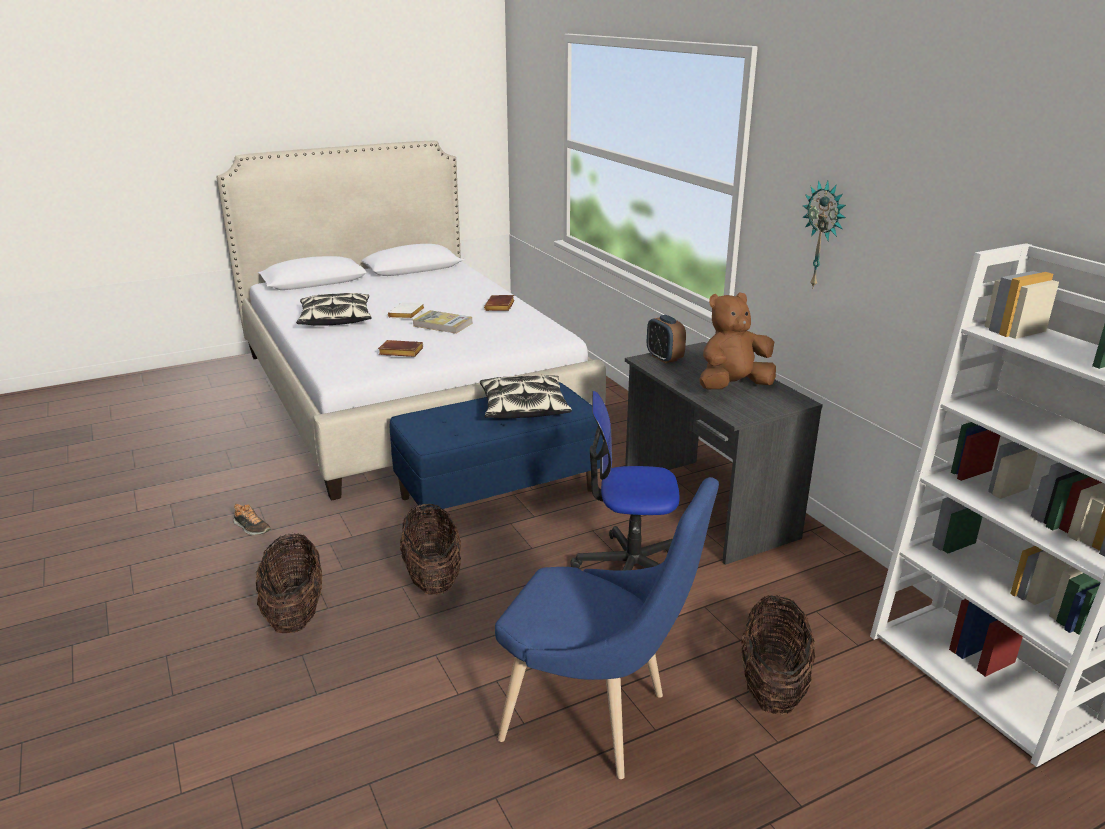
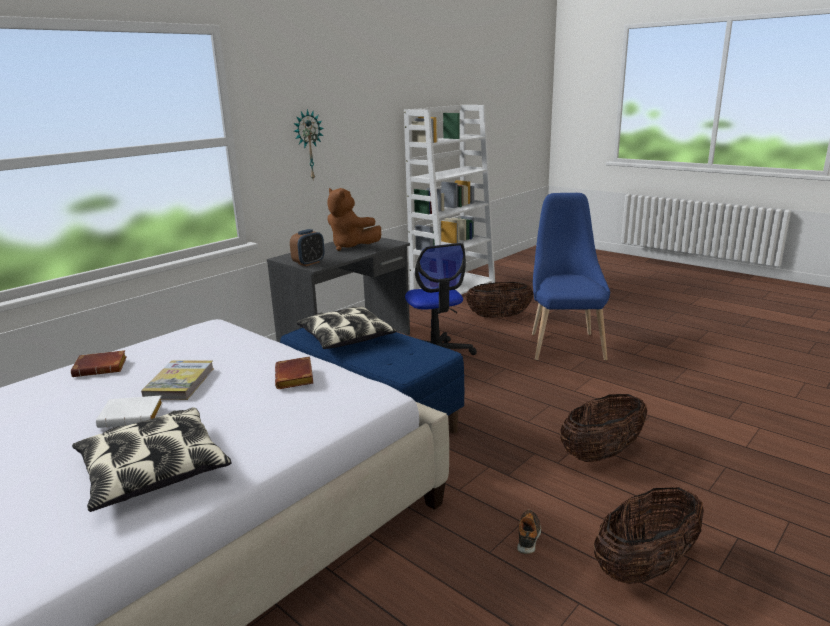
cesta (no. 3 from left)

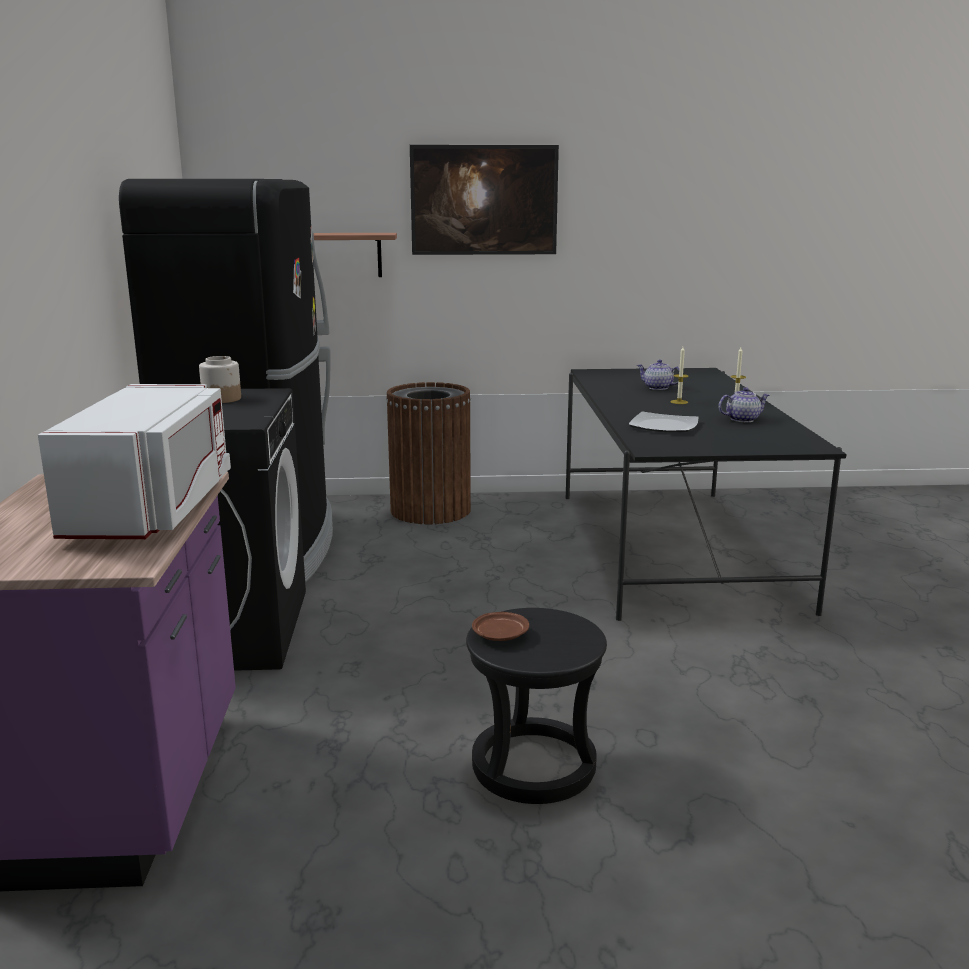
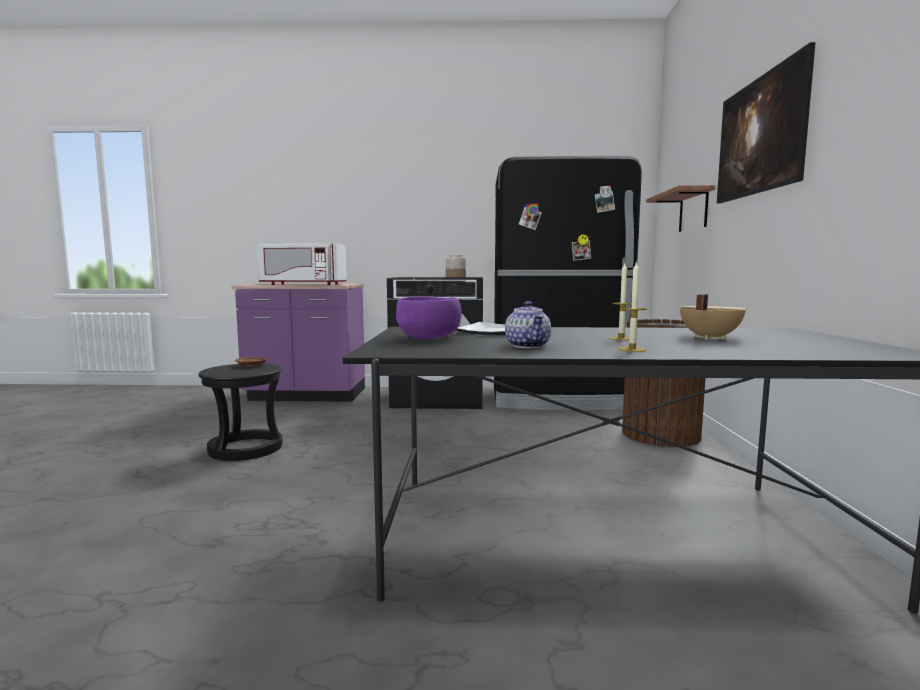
olla [beis]
cuenco [morado]

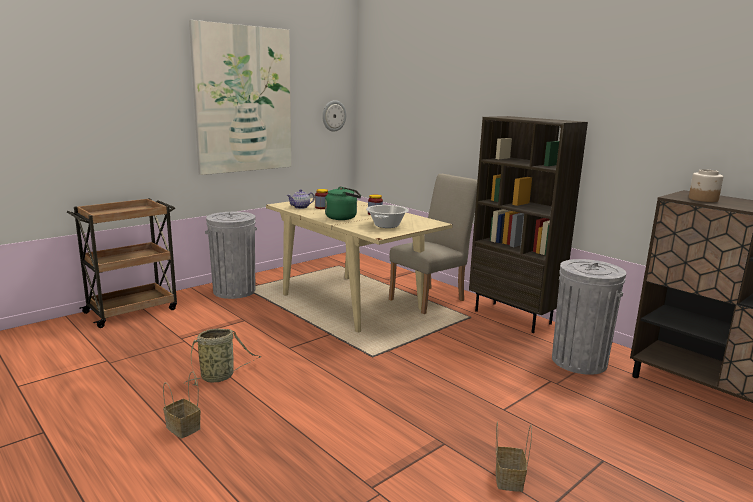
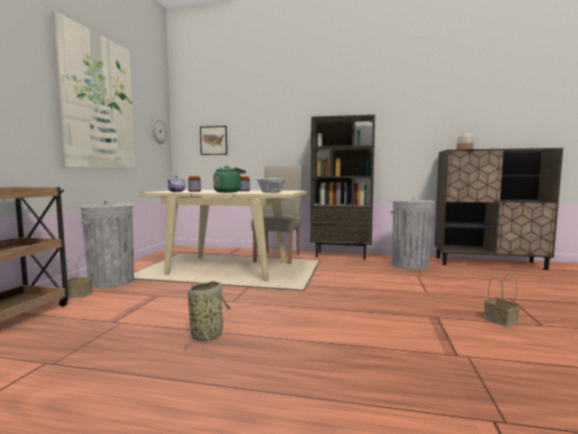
cesta (no. 1 from left)
cuadro (no. 2 from left)

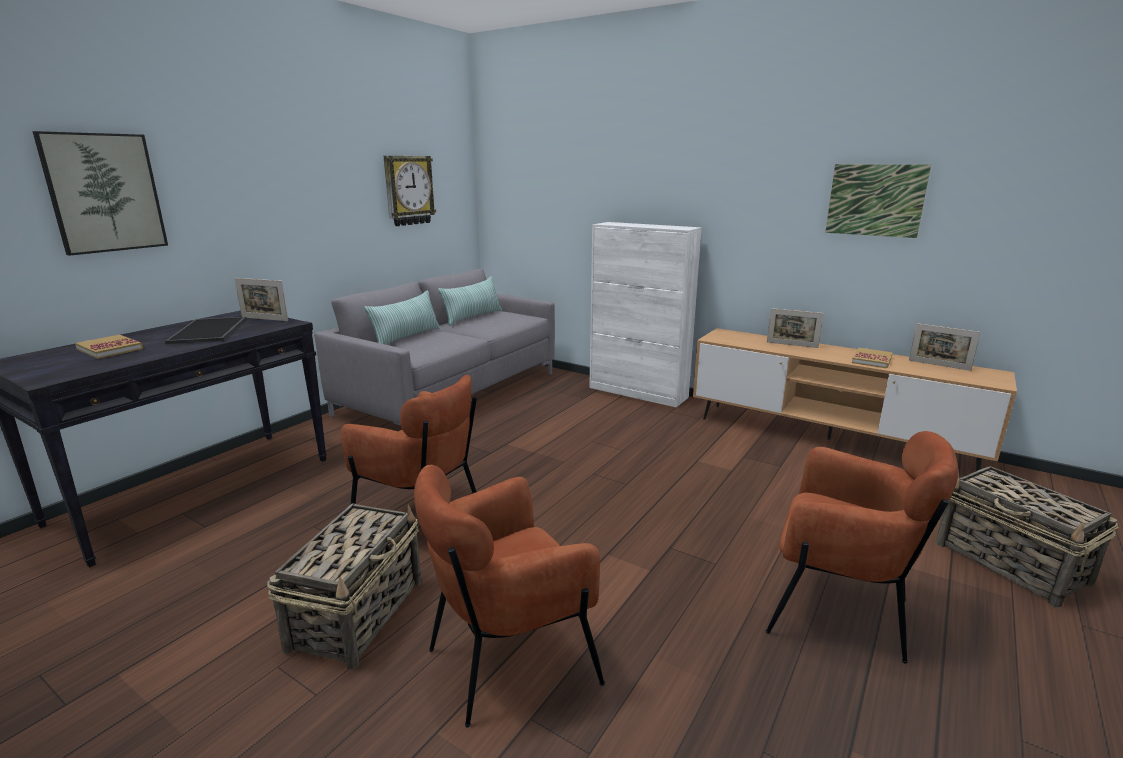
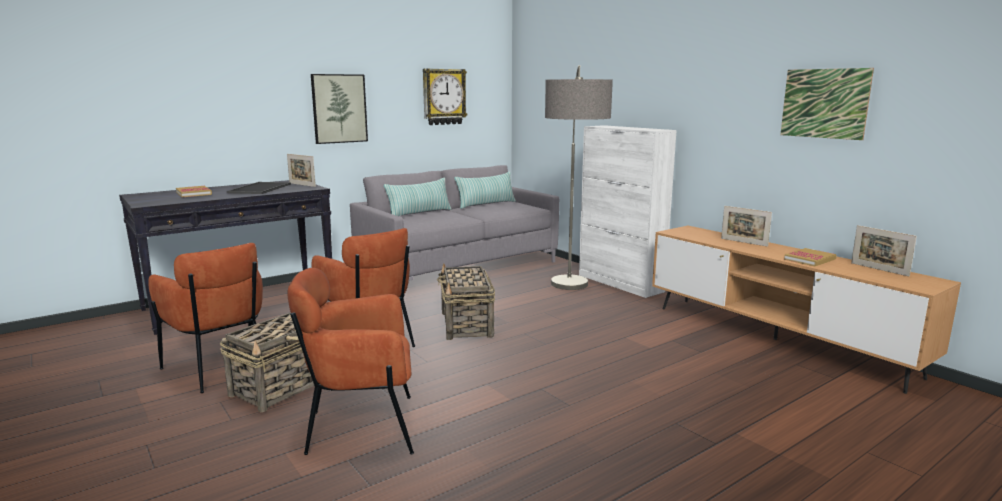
cuadro (no. 1 from left)
sillón [marrón] (no. 1 from left)
cesta (no. 2 from left)
lámpara de pie

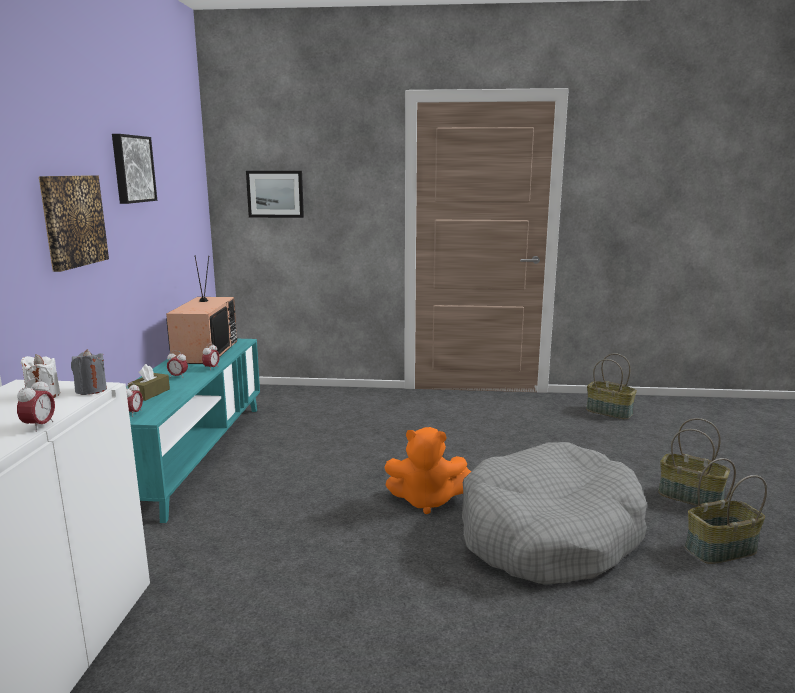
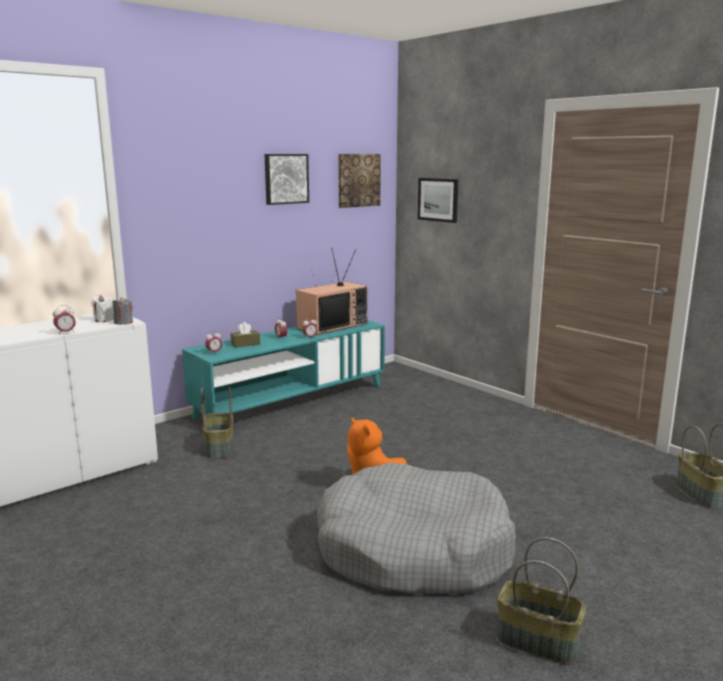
cuadro (no. 2 from left)
cesta (no. 1 from left)

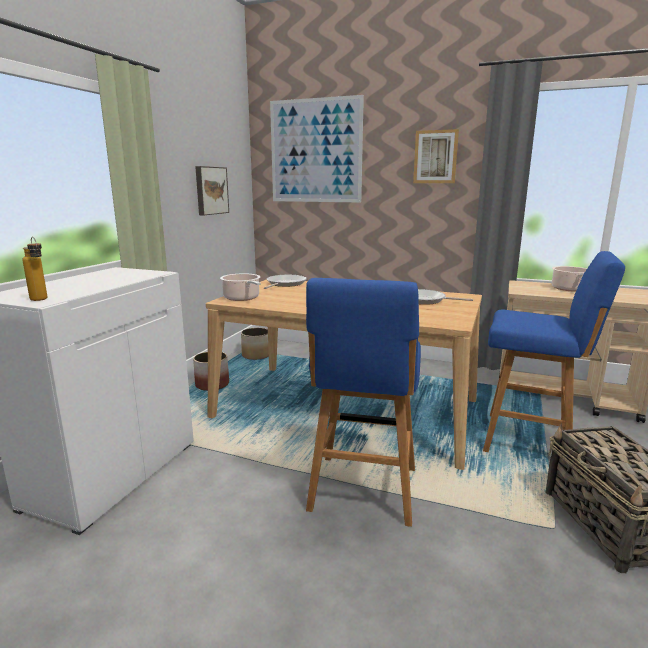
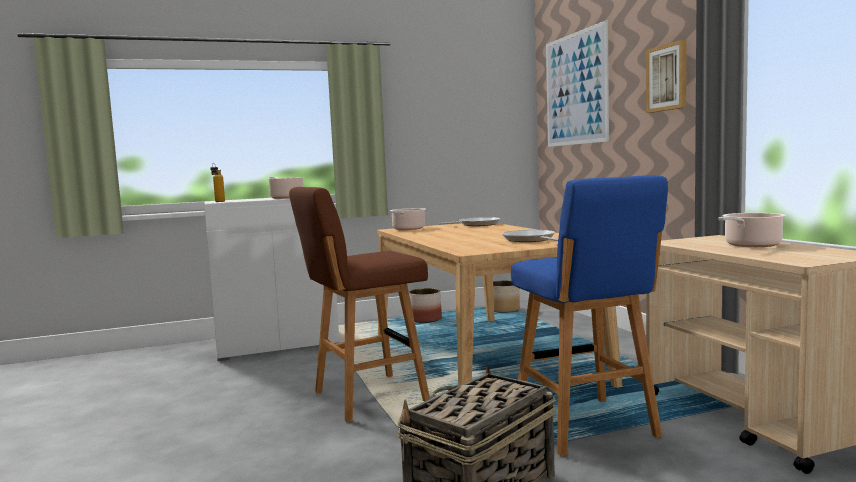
cuadro (no. 1 from left in the first image)
taburete [marrón]
olla (no. 1 from left)

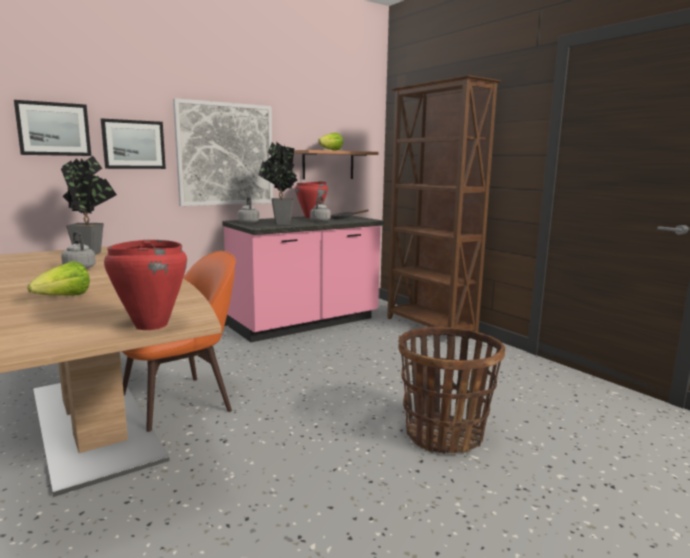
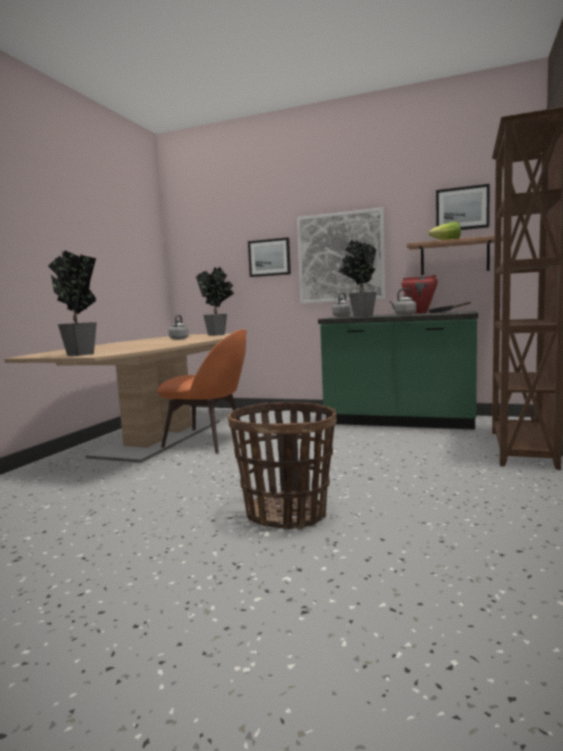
cuadro (no. 3 from left)
mueble bajo de cocina [verde]
planta en maceta (no. 1 from left)
lechuga (no. 1 from left in the first image)

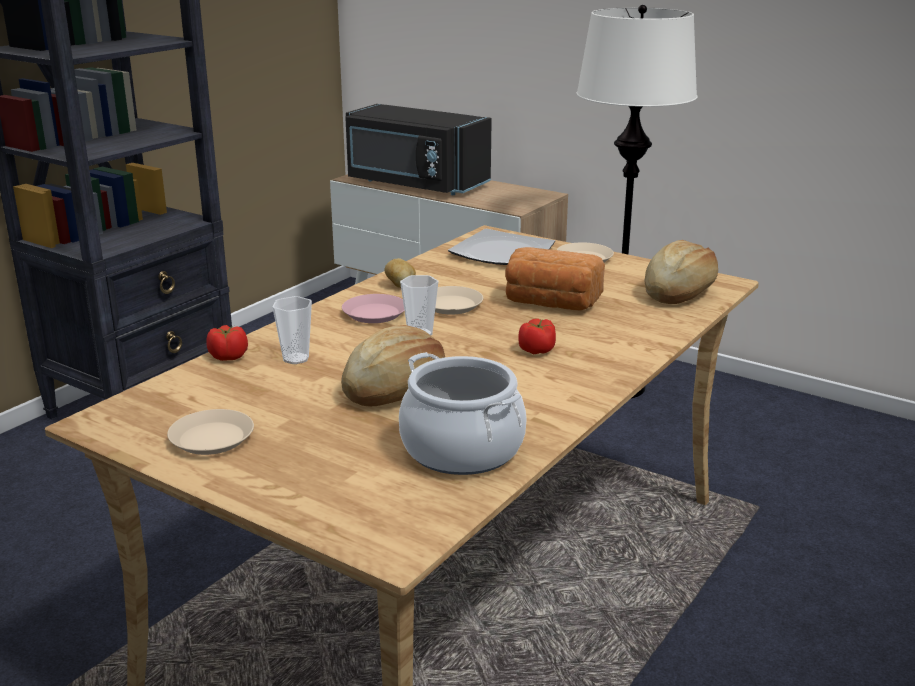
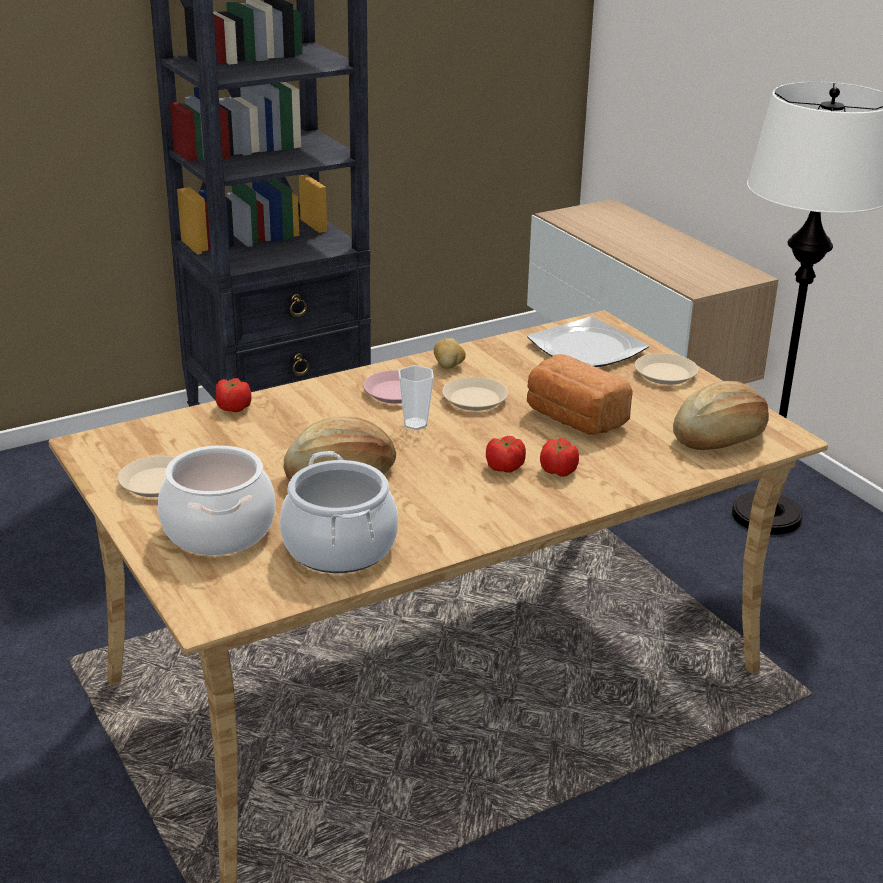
microondas [negro]
taza (no. 1 from left in the first image)
tomate (no. 3 from left)
olla (no. 1 from left)

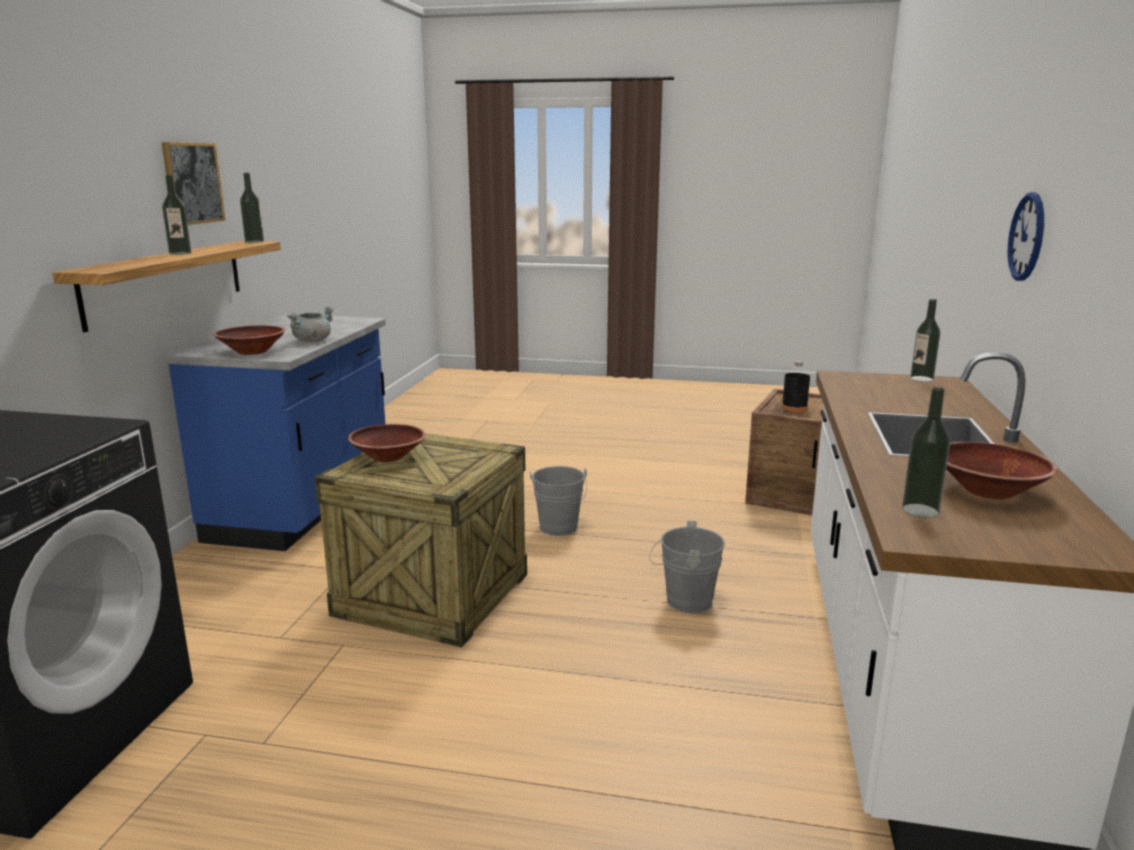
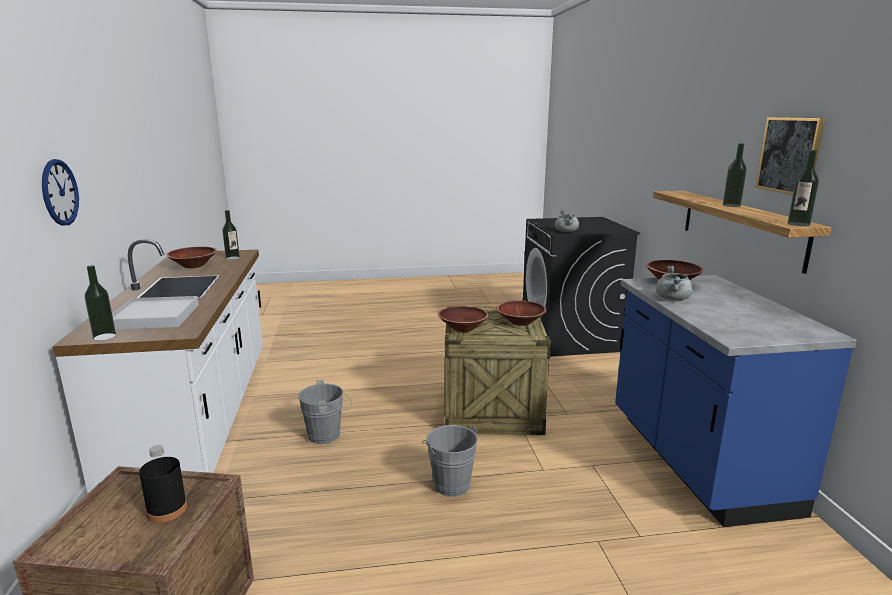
olla [gris] (no. 1 from left)
bandeja [blanco]
cuenco [marrón] (no. 2 from left)

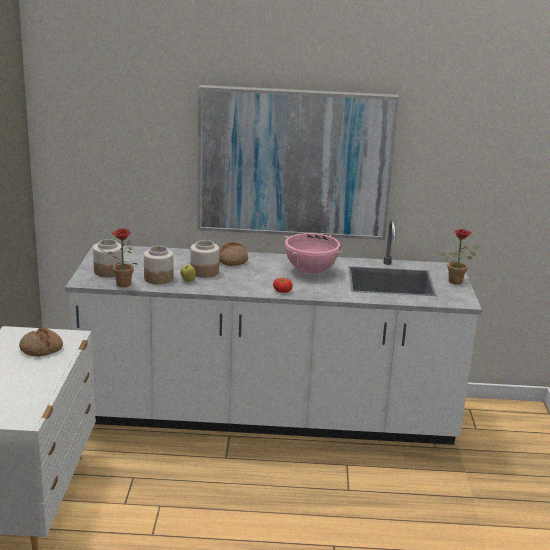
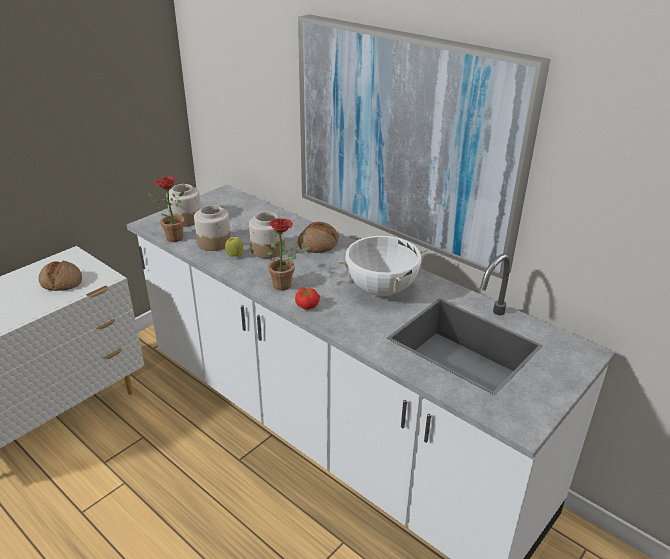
planta en maceta (no. 2 from left)
olla [blanco]

